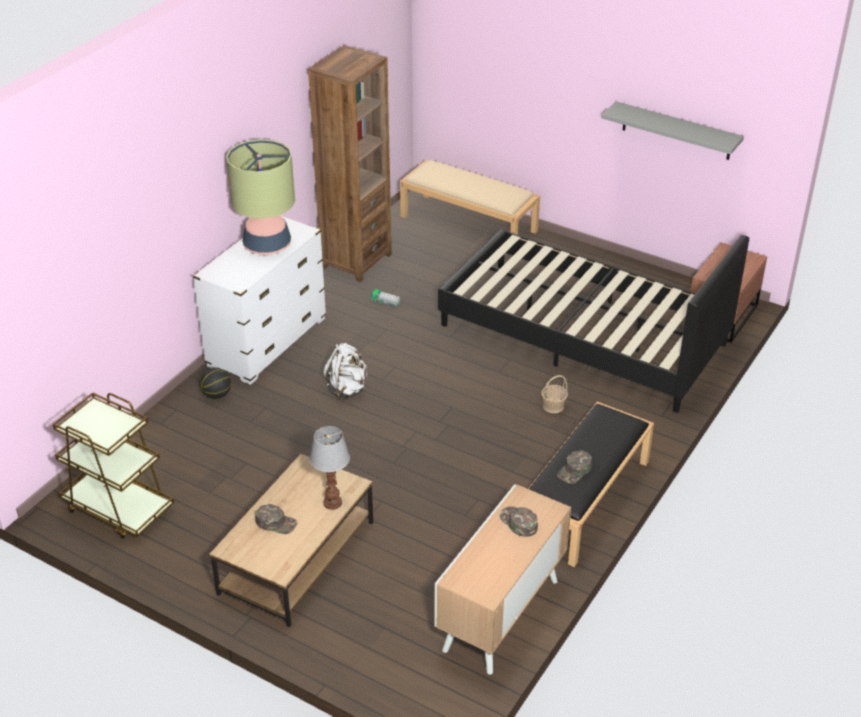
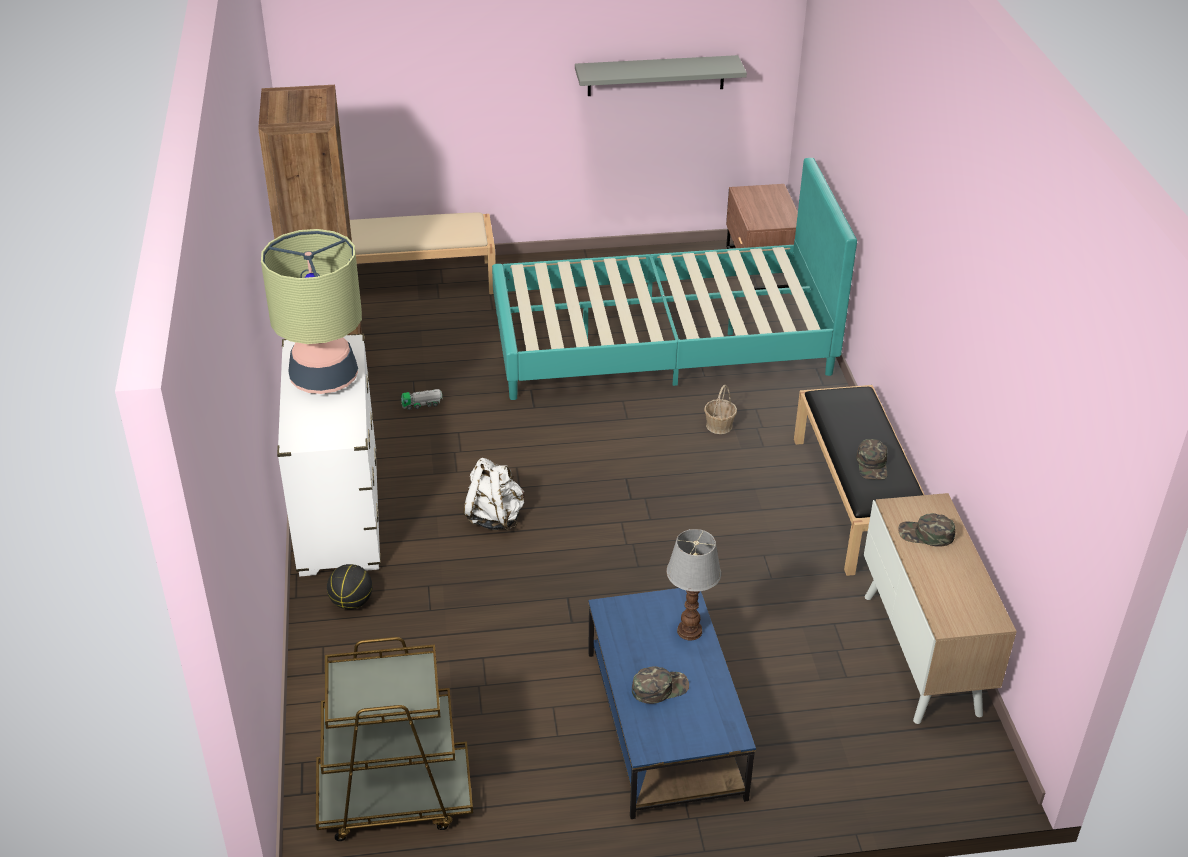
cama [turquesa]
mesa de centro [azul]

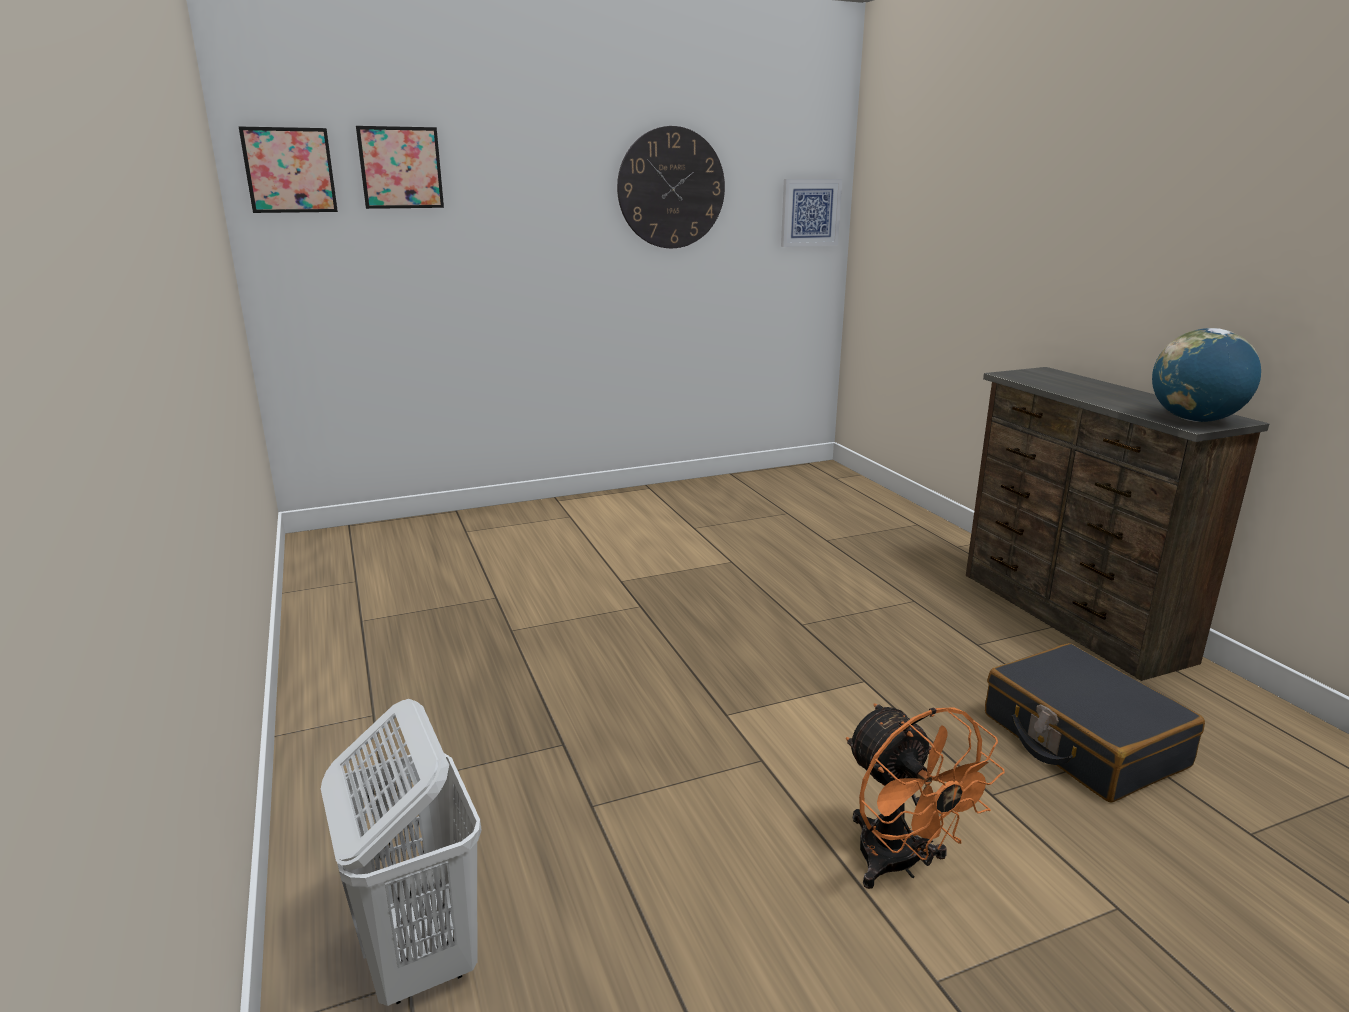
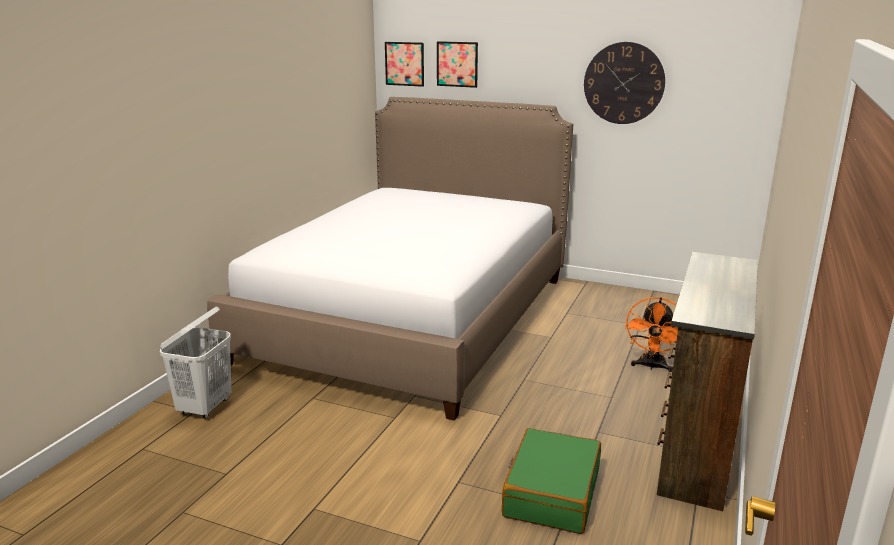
cuadro (no. 3 from left in the first image)
globo terráqueo
maleta [verde]
ventilador [naranja]
cama

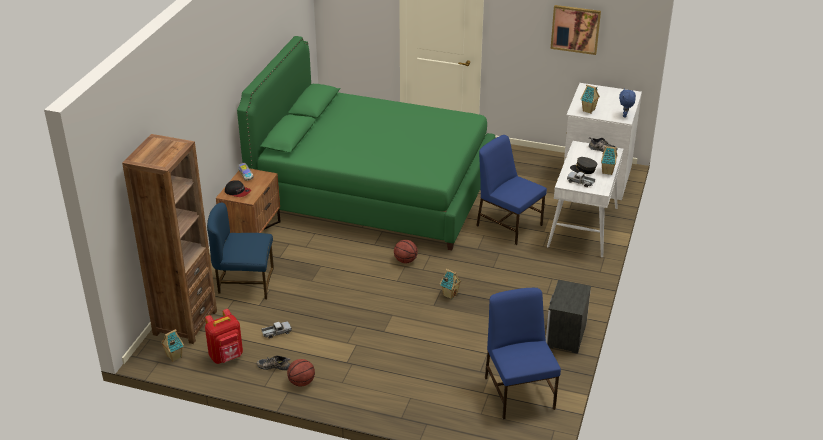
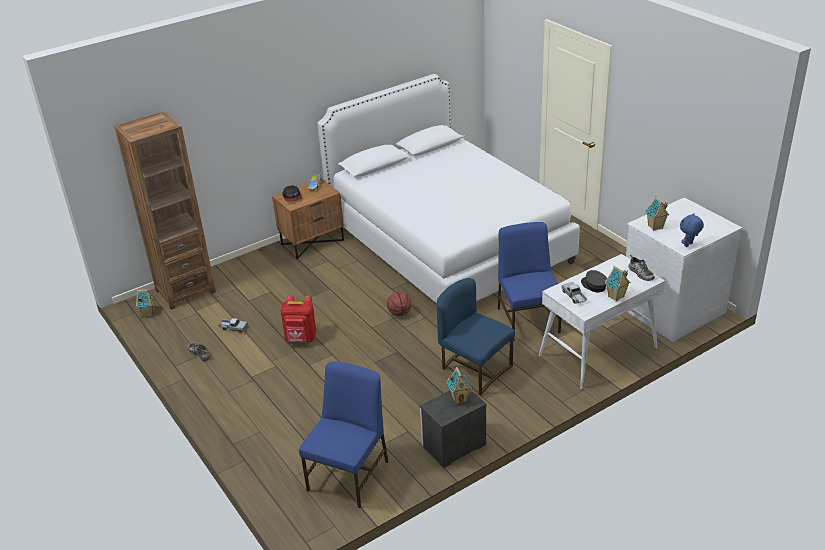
cuadro
cama [blanco]
silla [azul] (no. 2 from left)
casita (no. 2 from left)
mochila [rojo]
balón de baloncesto (no. 1 from left in the first image)

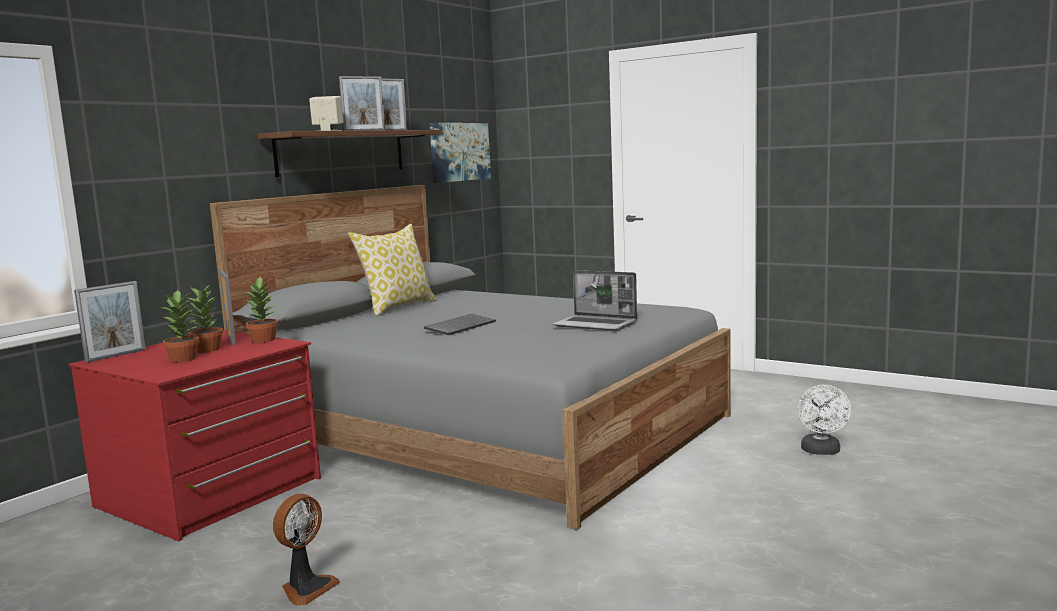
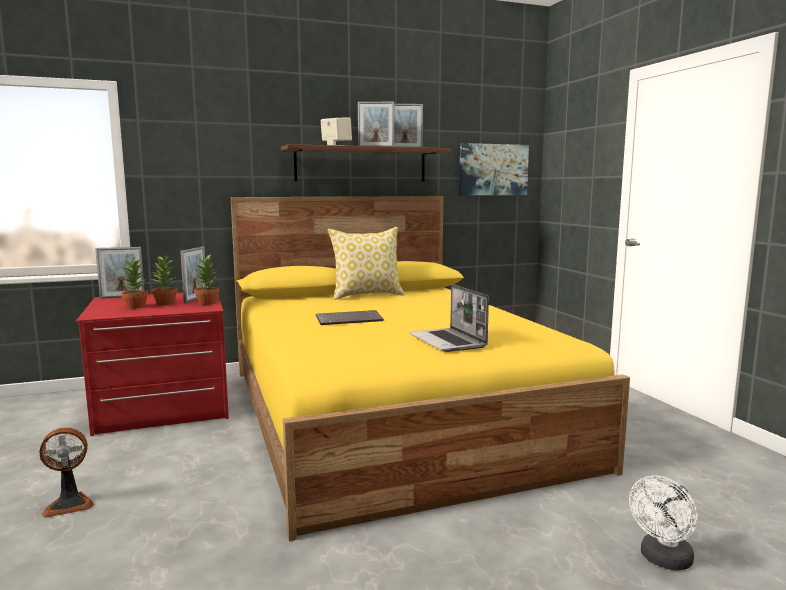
cama [amarillo]

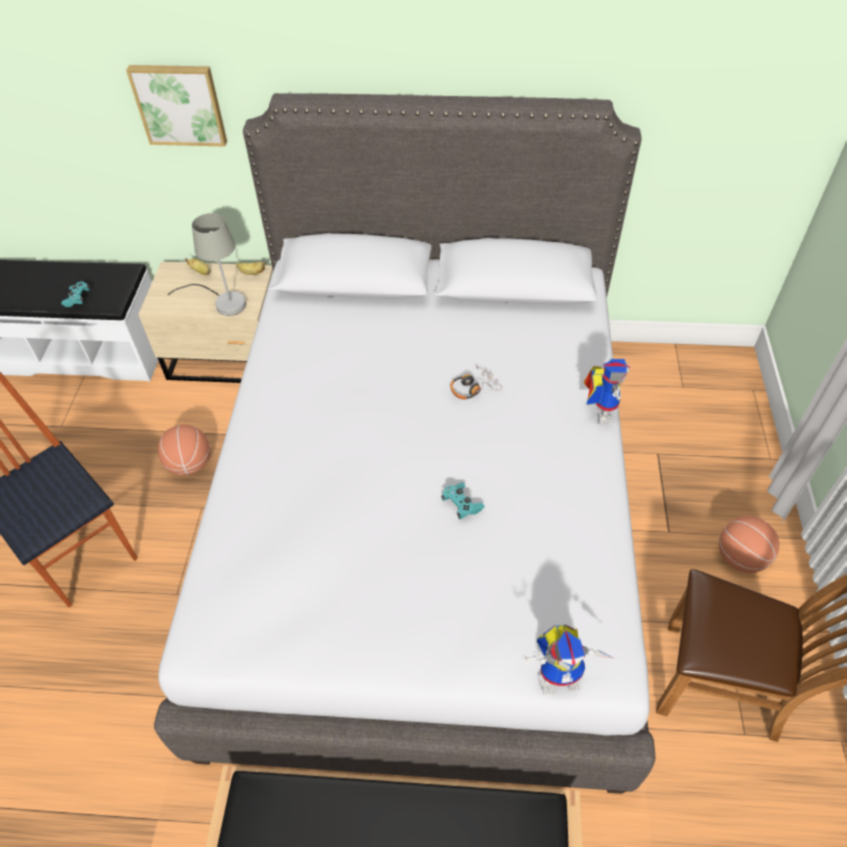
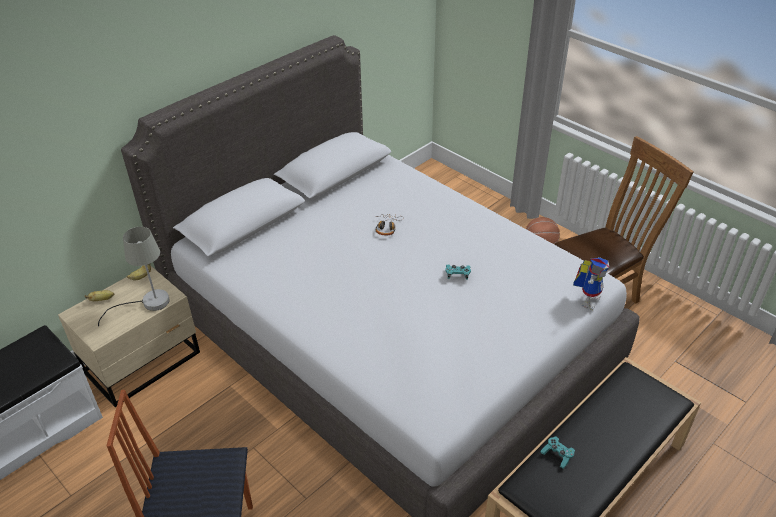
cuadro
mando de consola [turquesa] (no. 2 from left)
robot de juguete (no. 2 from left in the first image)
balón de baloncesto (no. 1 from left in the first image)

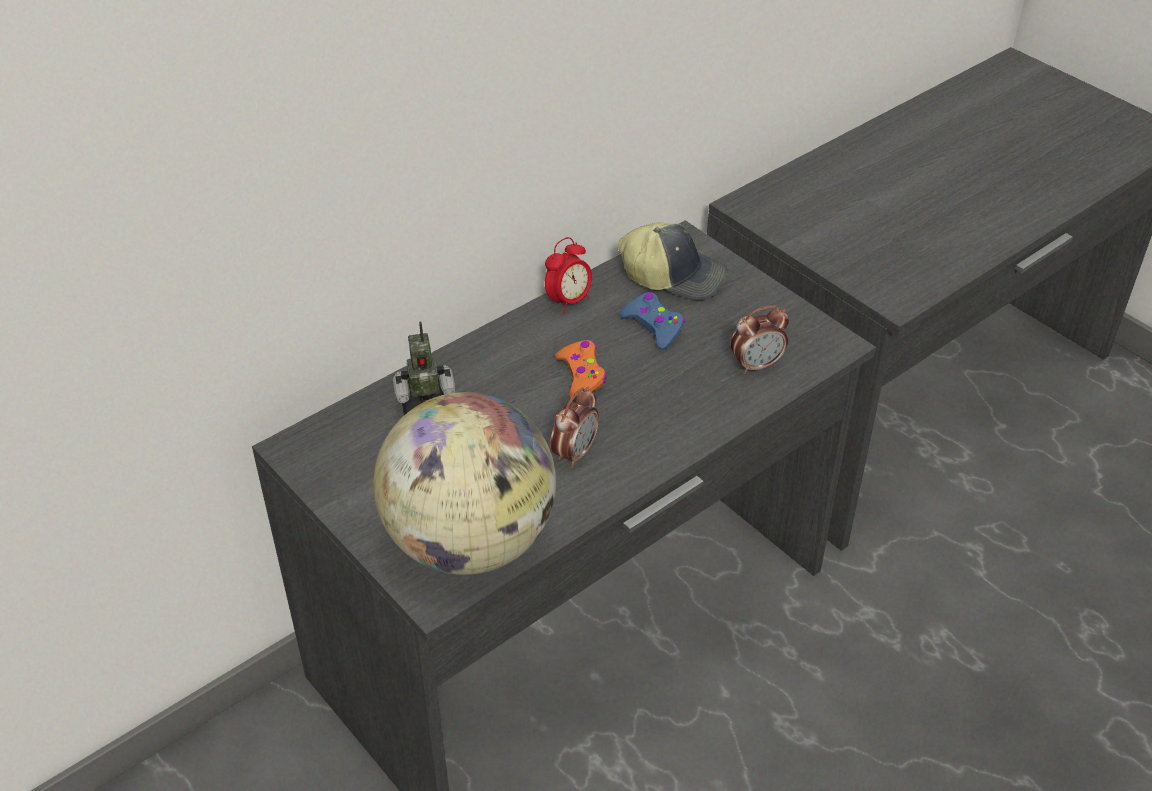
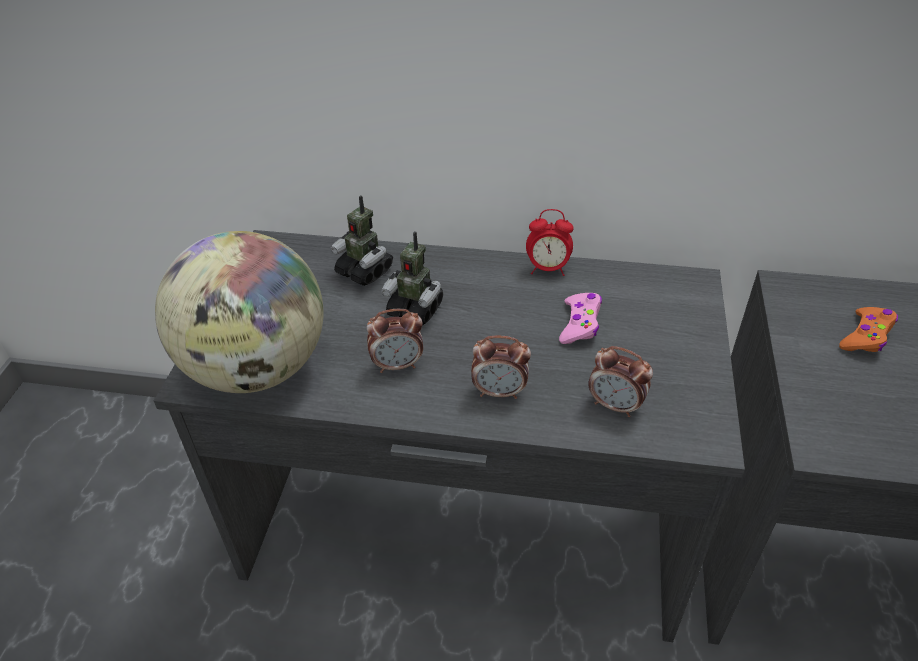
gorra
mando de consola [rosa]
mando de consola [naranja]
robot de juguete (no. 2 from left)
despertador (no. 2 from left)

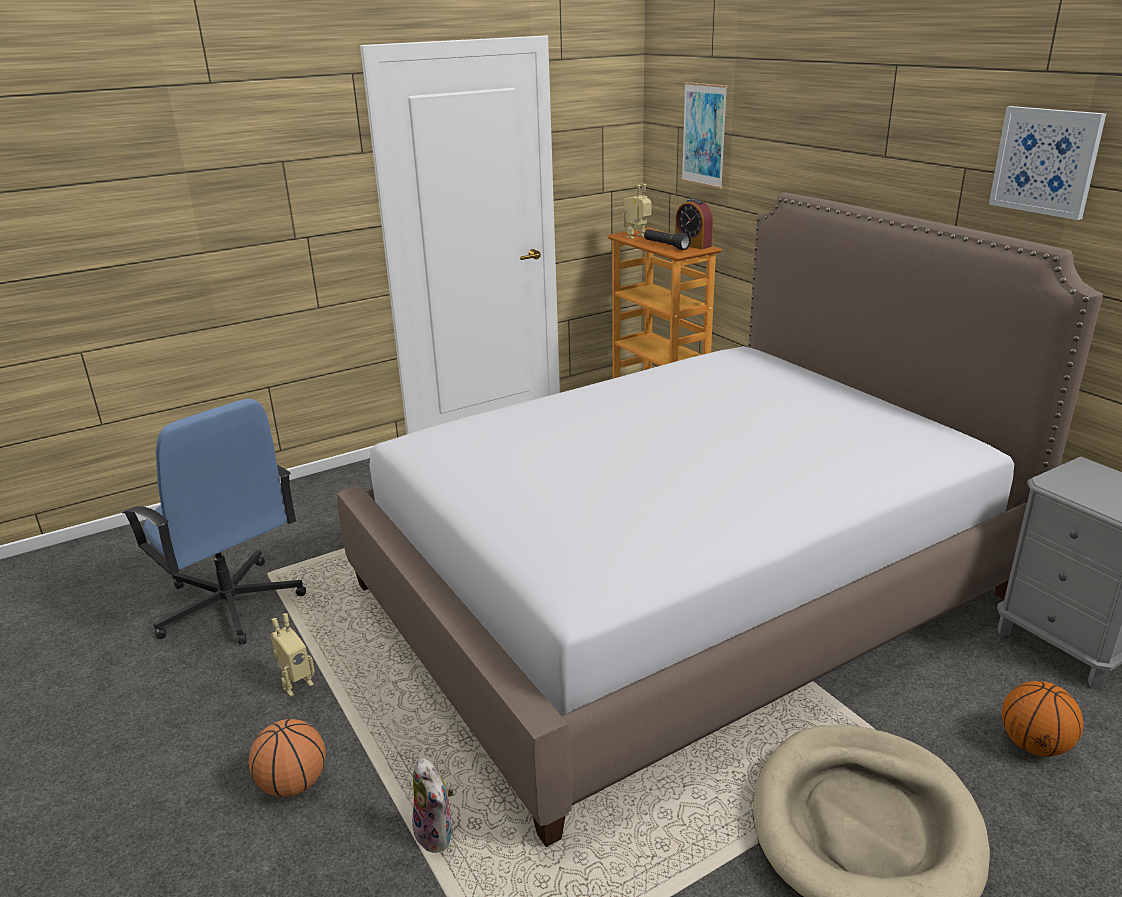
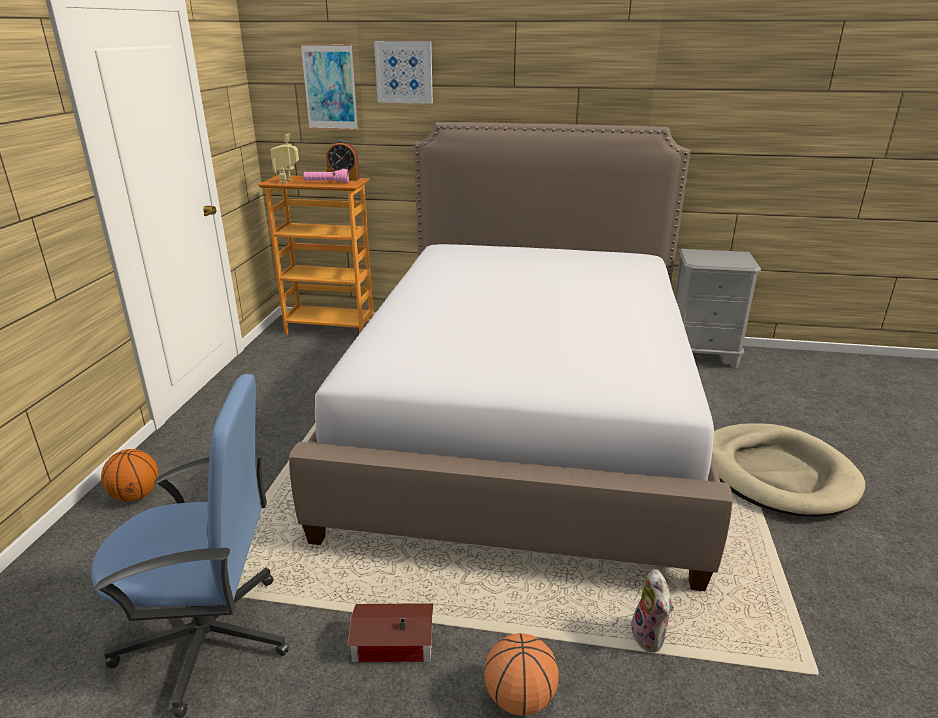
cuadro (no. 2 from left)
linterna [rosa]
casita
balón de baloncesto (no. 1 from left)
peluche

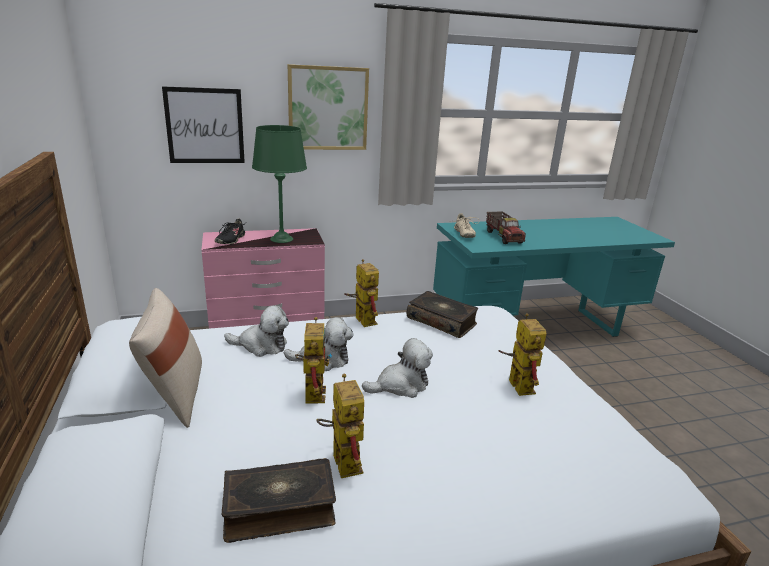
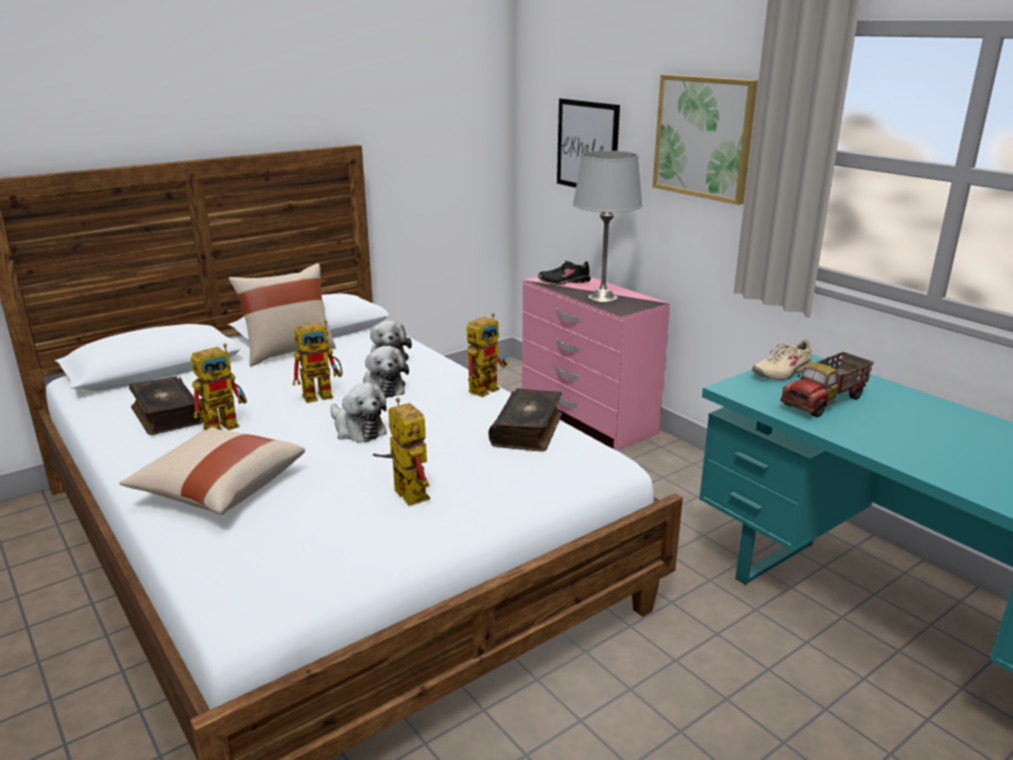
lámpara de mesa [gris]
robot de juguete (no. 3 from left)
cojín [beis] (no. 1 from left)

